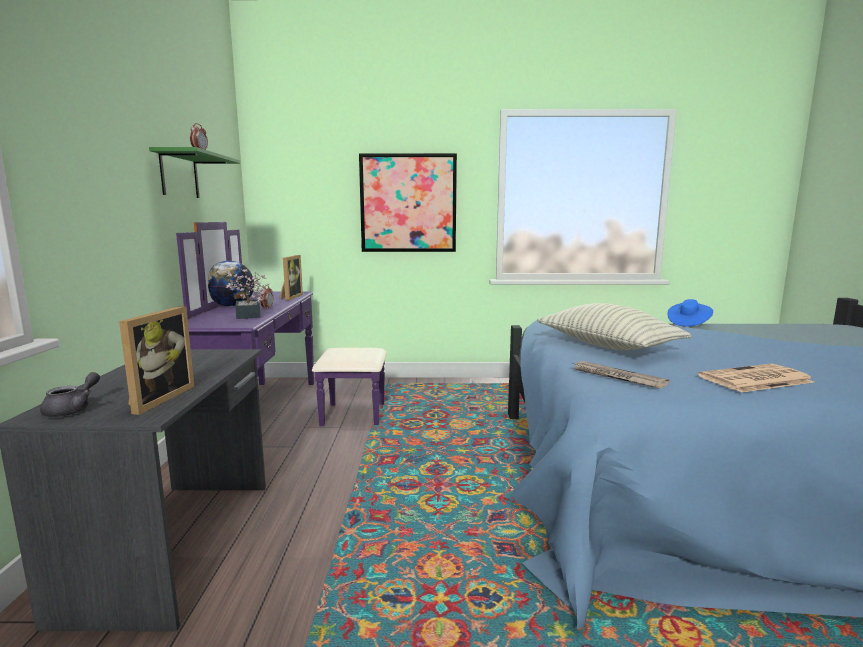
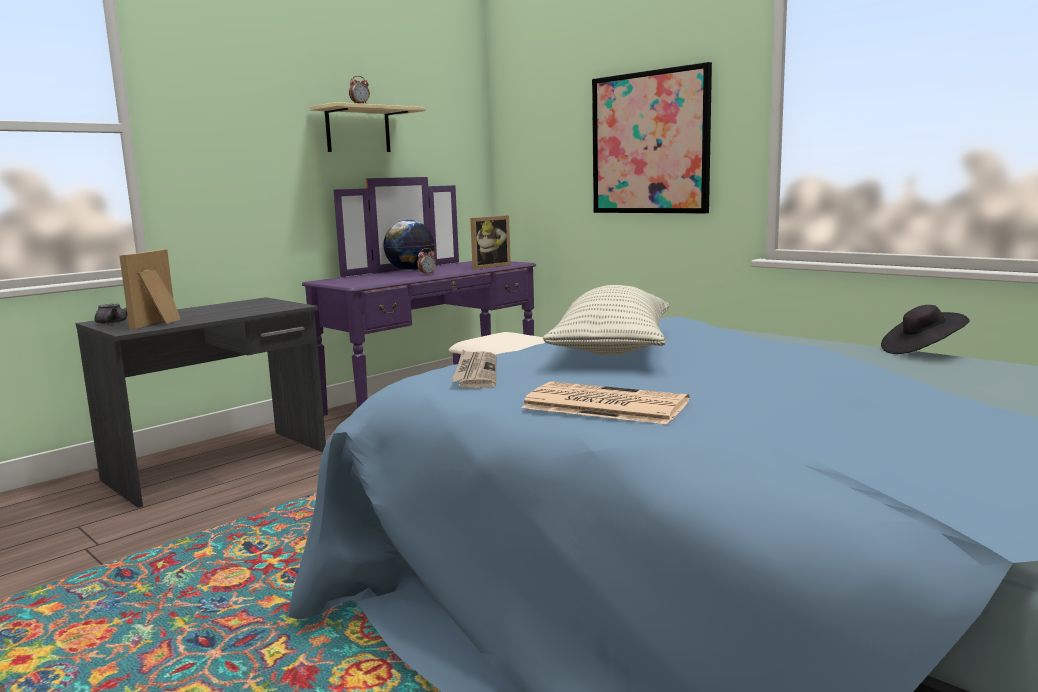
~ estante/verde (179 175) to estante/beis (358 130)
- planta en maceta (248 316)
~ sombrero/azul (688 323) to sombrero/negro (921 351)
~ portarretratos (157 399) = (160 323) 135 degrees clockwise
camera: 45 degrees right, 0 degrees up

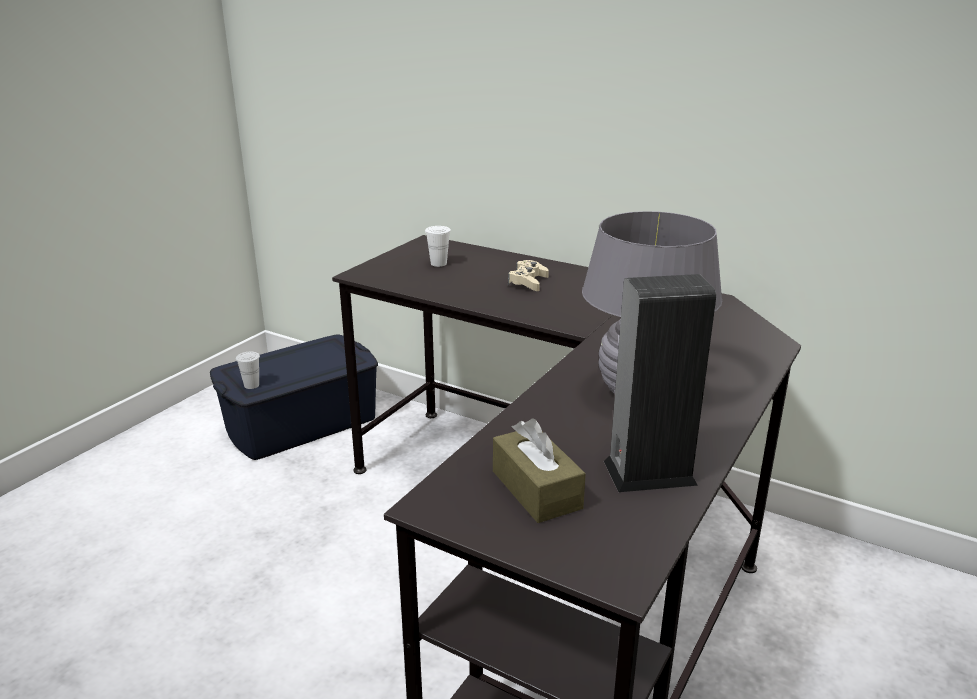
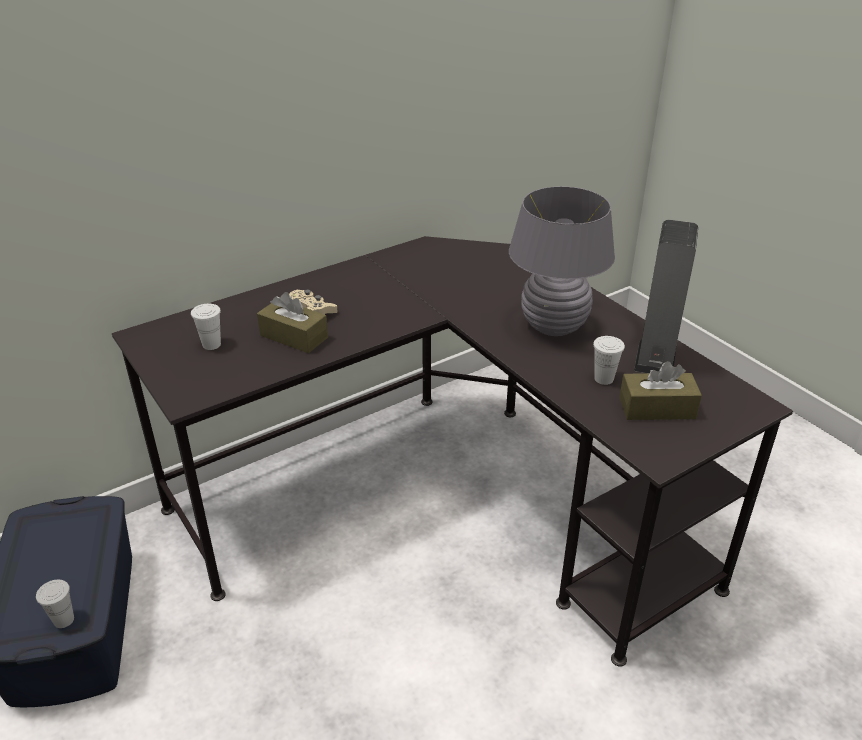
+ caja de pañuelos/marrón (294 336)
+ taza/blanco (603 379)
camera: 65 degrees left, 10 degrees up

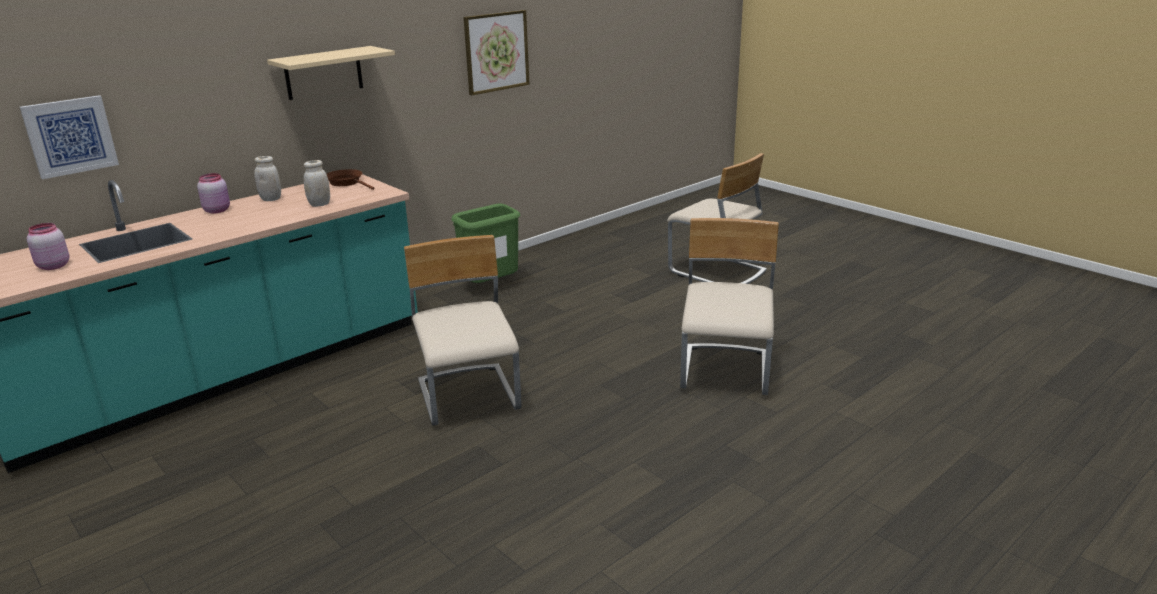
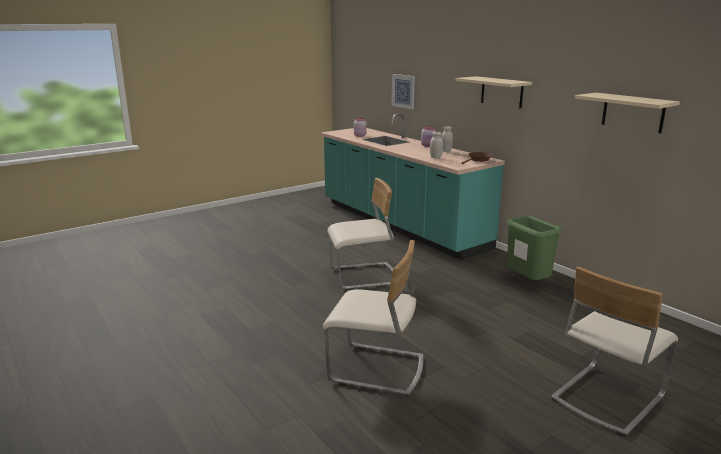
~ cuadro (496 52) to estante/beis (633 112)
camera: 95 degrees right, 5 degrees down

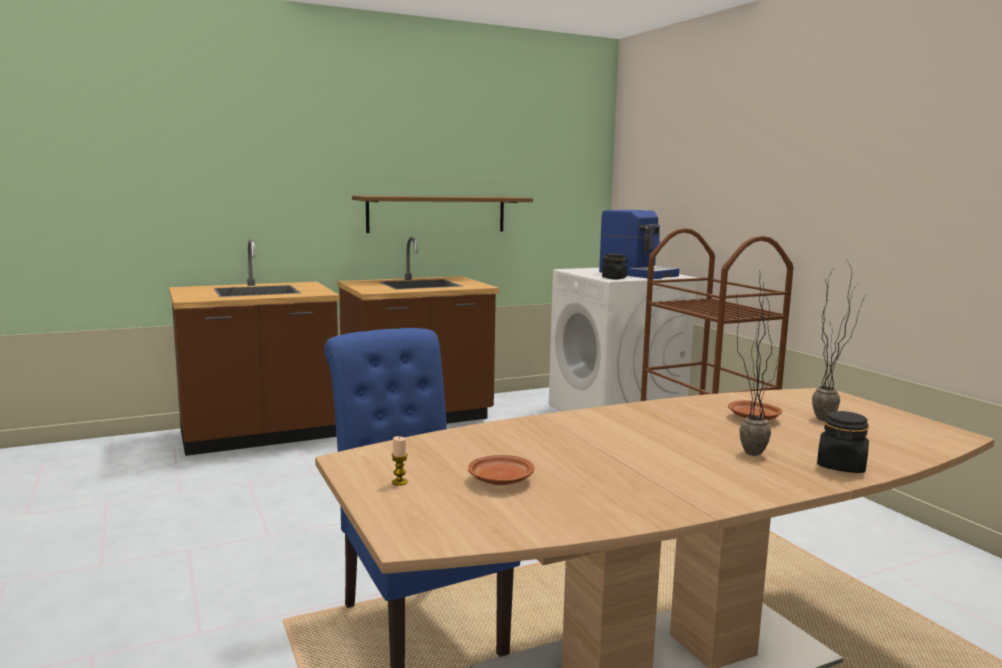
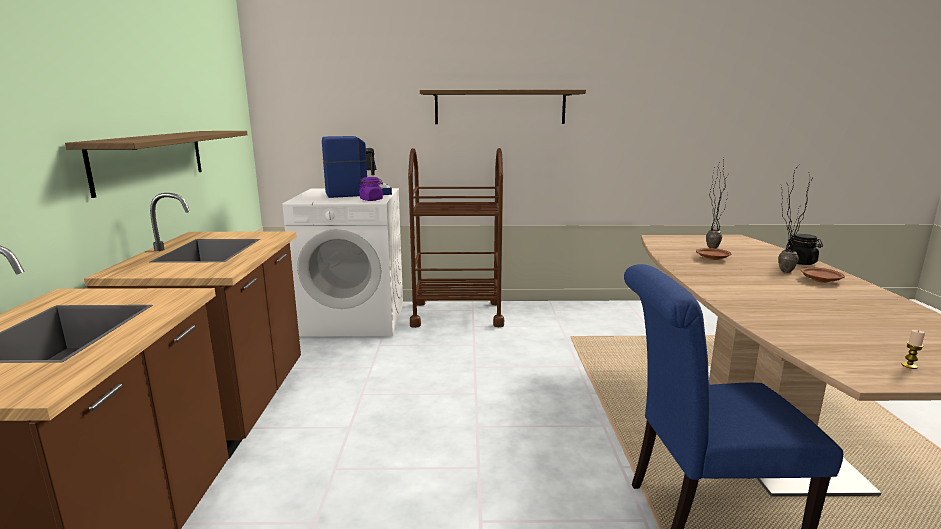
~ tarro/negro (614 278) to tarro/morado (371 200)
~ plato/marrón (501 480) to (820 280)
+ estante (500 107)
camera: 65 degrees left, 5 degrees up

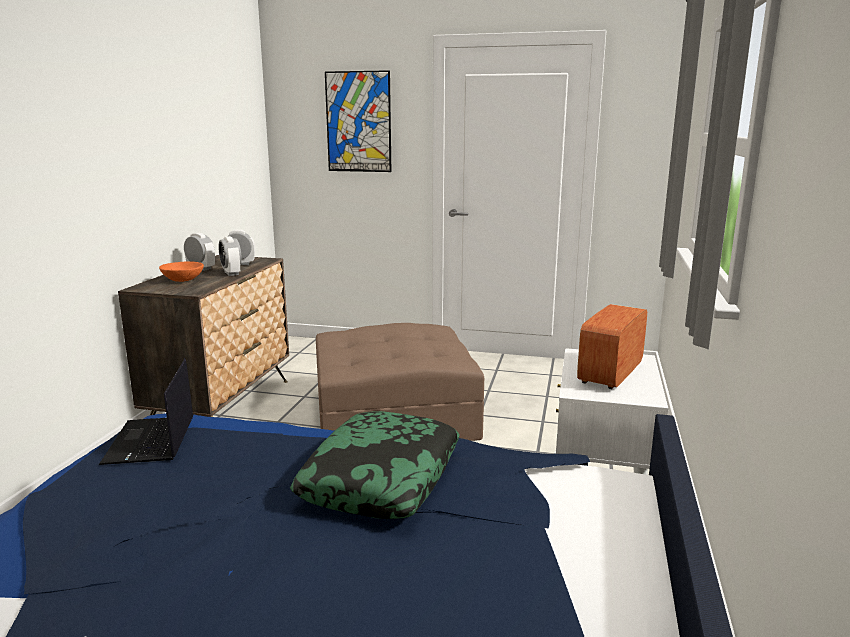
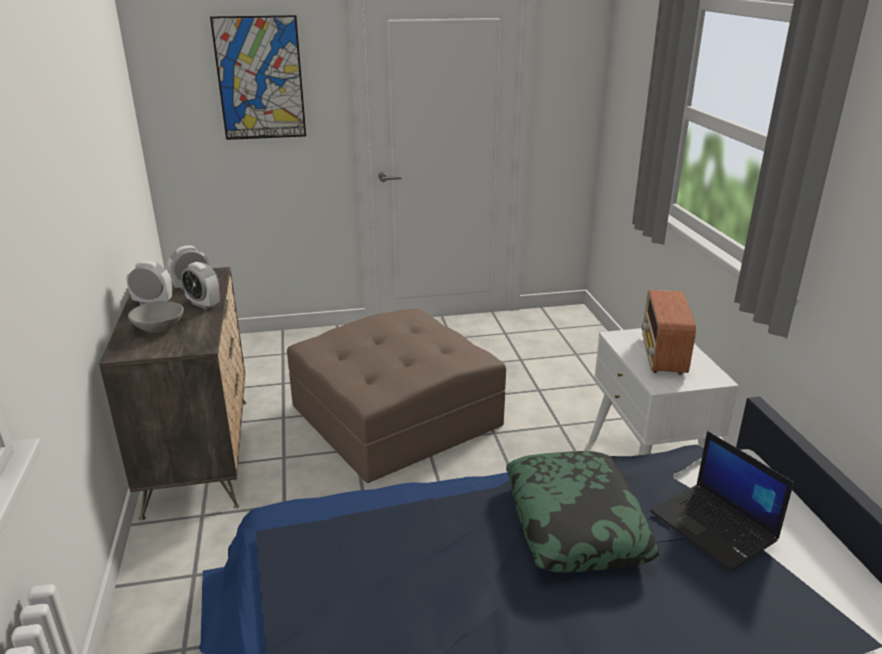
~ cuenco/naranja (183 280) to cuenco/gris (159 328)
~ portátil (151 441) to (715 527)
camera: 25 degrees left, 10 degrees up

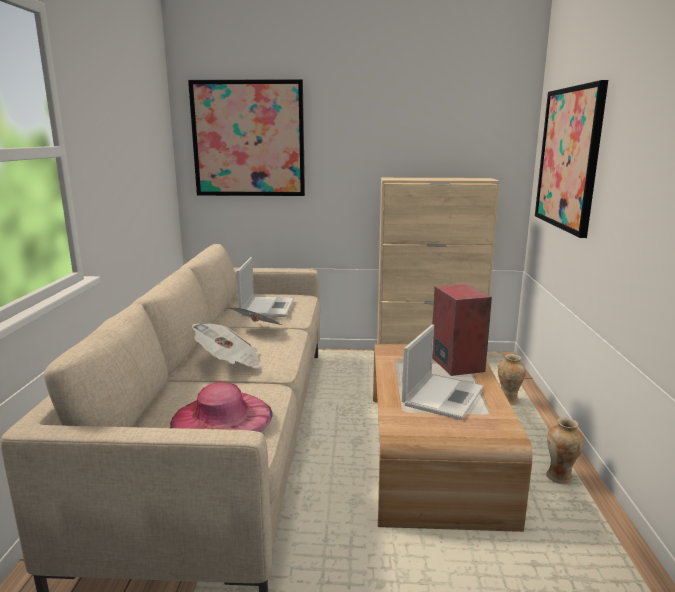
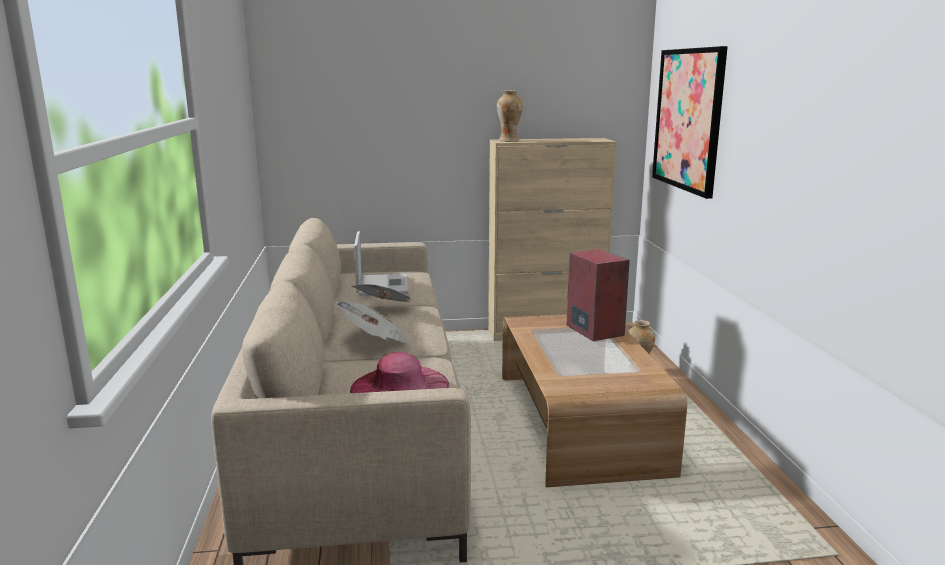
- cuadro (248 139)
- portátil (443 395)
~ florero (559 478) to (509 141)
camera: 10 degrees left, 0 degrees up

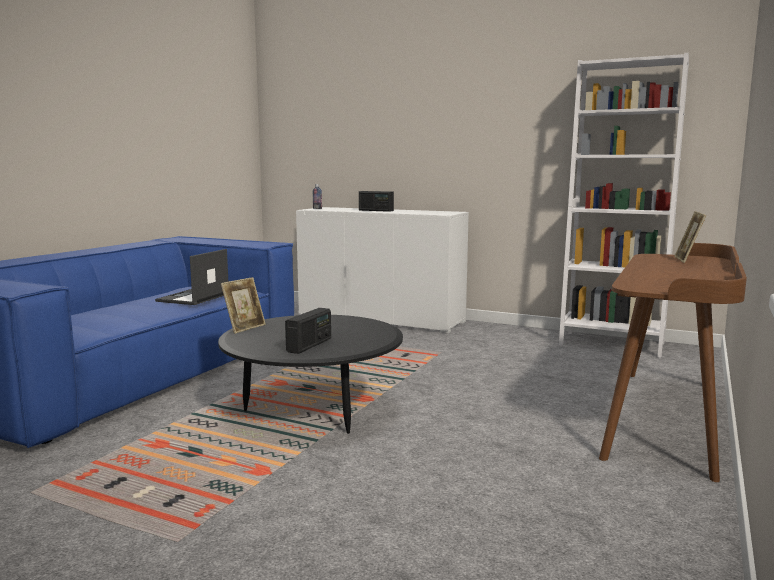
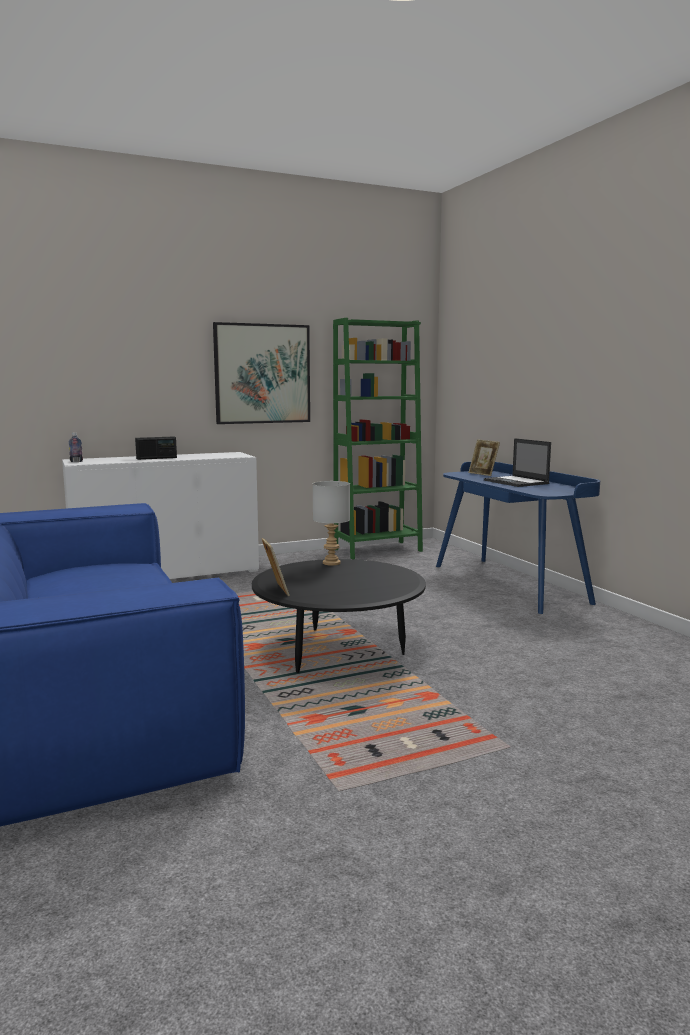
~ estantería/blanco (611 344) to estantería/verde (377 550)
~ escritorio/marrón (667 418) to escritorio/azul (510 583)
~ portátil (193 298) to (516 482)
- radio (310 345)
+ cuadro (262 374)
+ lámpara de mesa/gris (332 563)
camera: 50 degrees left, 0 degrees up

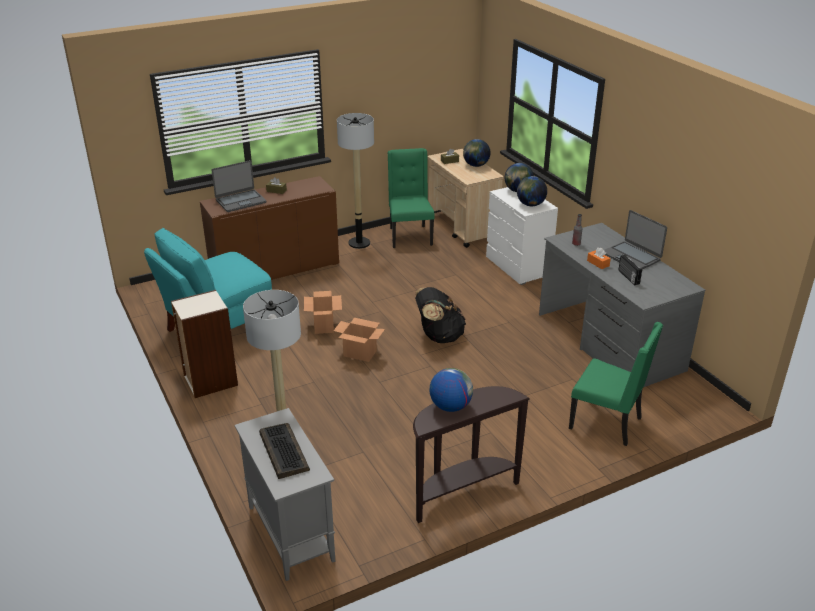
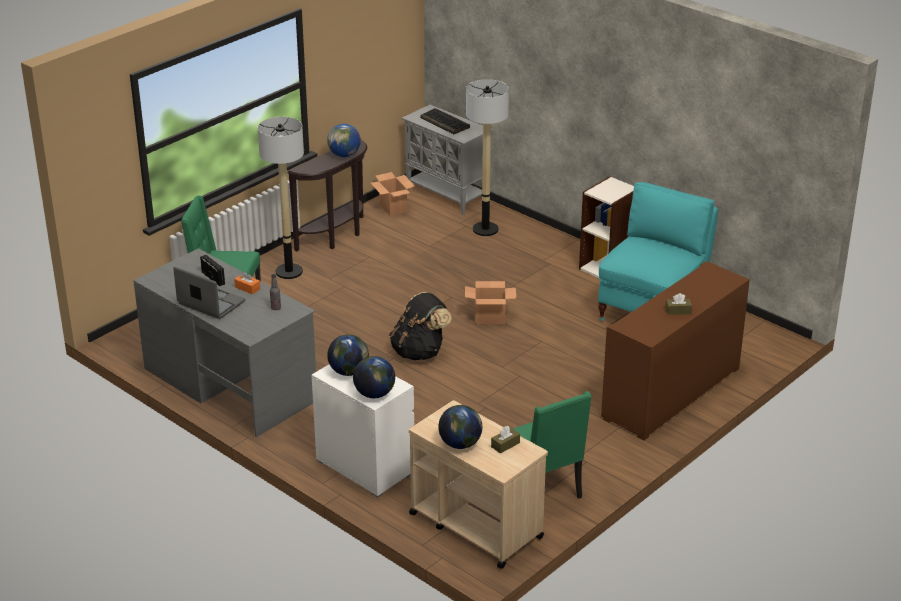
~ lámpara de pie (359 243) to (289 272)
- portátil (240 201)
~ caja de cartón (324 325) to (393 208)
camera: 160 degrees right, 0 degrees up

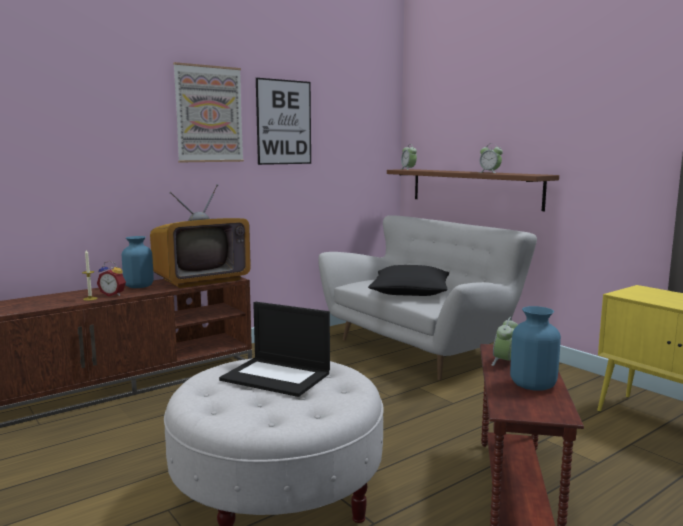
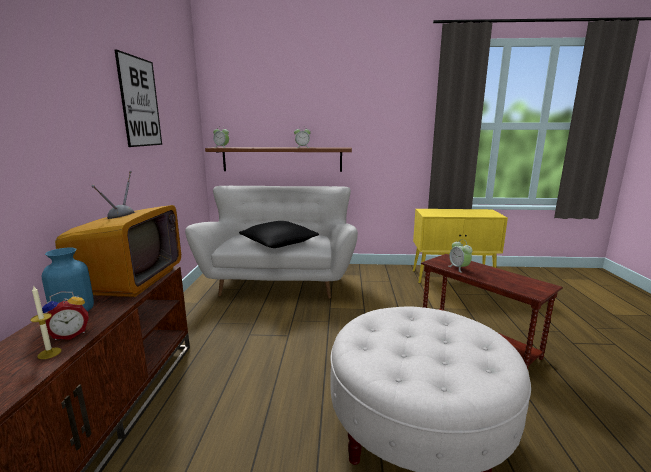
- cuadro (209 114)
- portátil (277 376)
- florero/azul (533 385)
camera: 50 degrees left, 5 degrees up

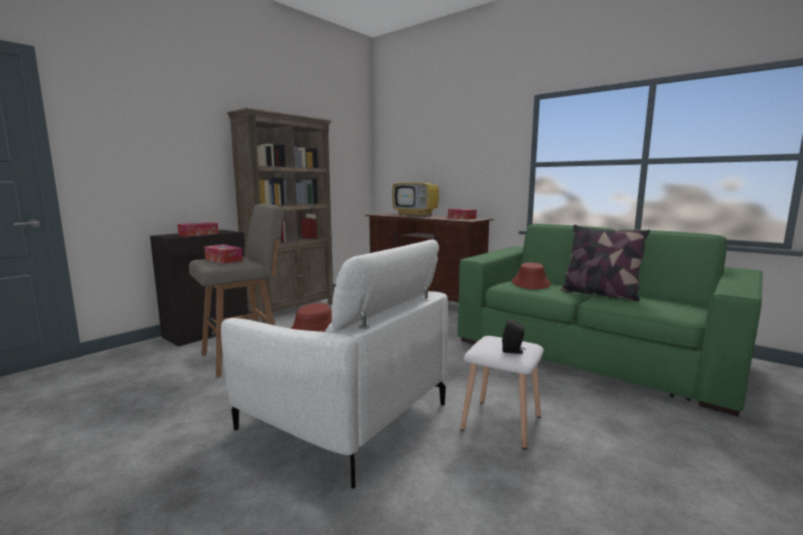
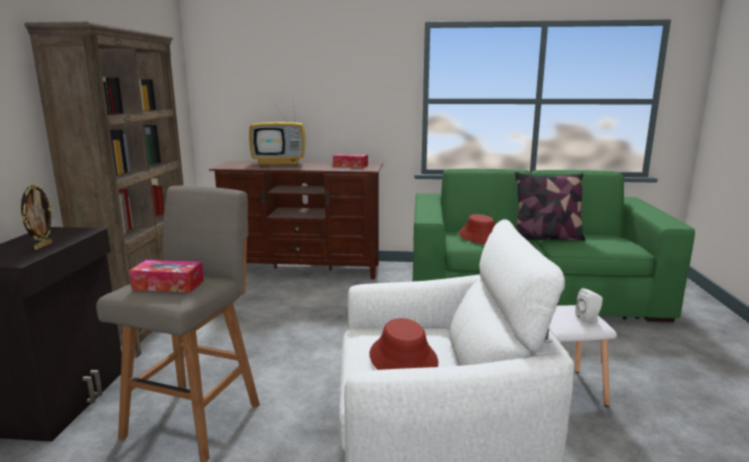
~ caja de pañuelos (198 234) to portarretratos (43 246)
~ altavoz/negro (513 351) to altavoz/blanco (588 319)
camera: 35 degrees left, 5 degrees up

